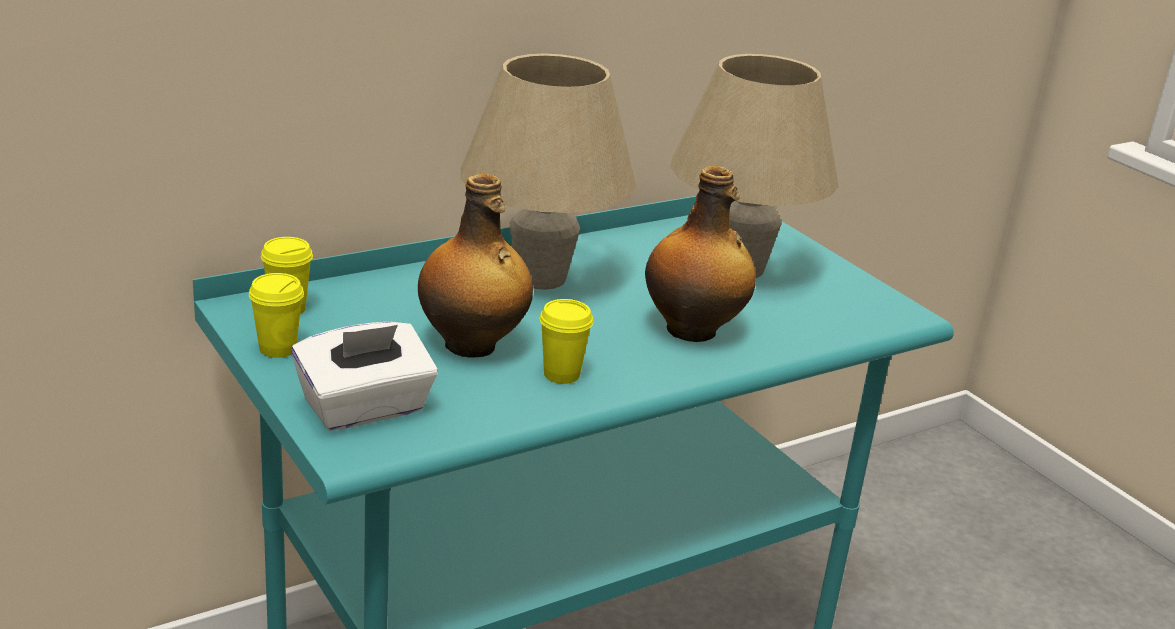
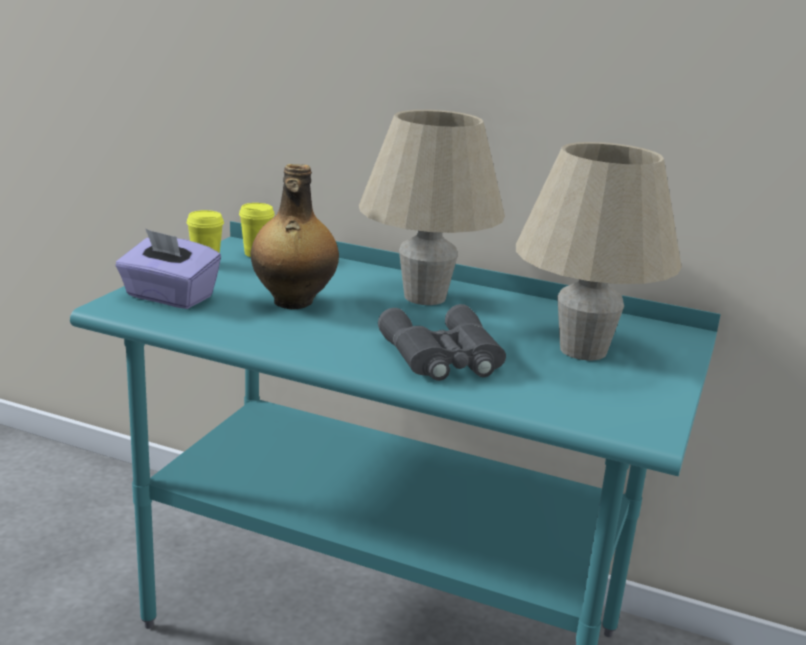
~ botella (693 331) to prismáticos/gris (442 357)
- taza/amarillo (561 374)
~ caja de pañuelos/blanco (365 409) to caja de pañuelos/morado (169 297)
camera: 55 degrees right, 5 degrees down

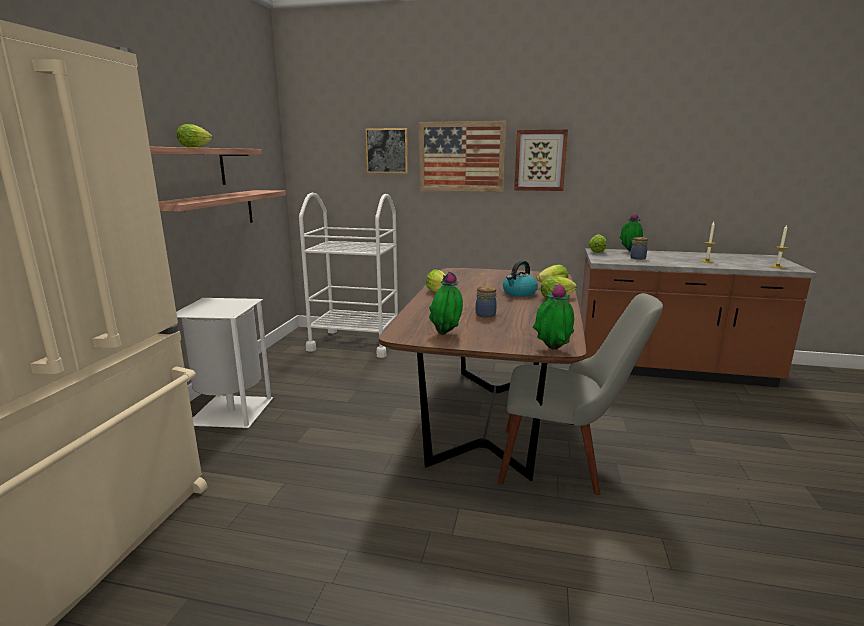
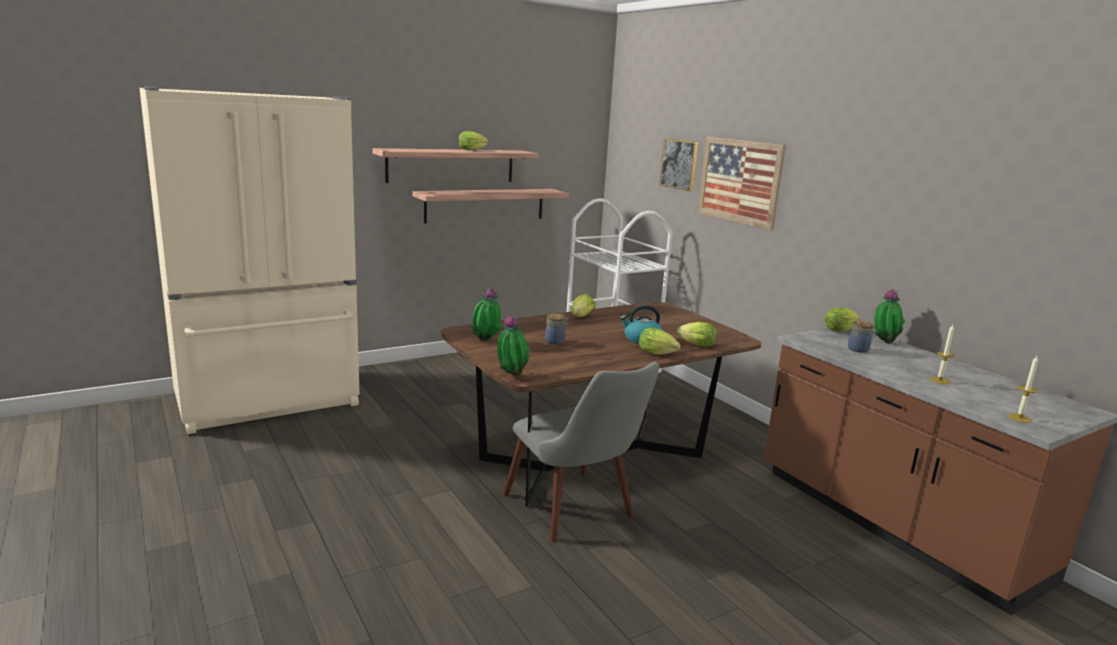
- cuadro (540 160)
- papelera/blanco (231 411)
camera: 45 degrees right, 0 degrees up

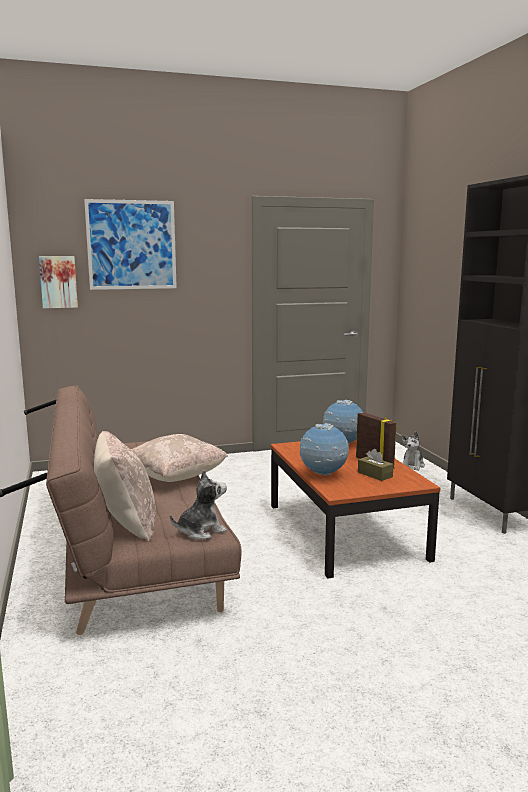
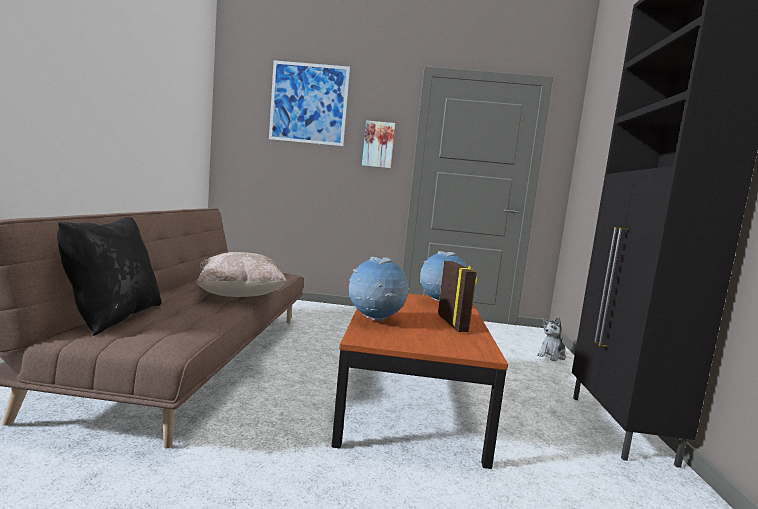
~ cuadro (58 282) to (378 144)
~ cojín/beis (126 524) to cojín/negro (112 317)
- caja de pañuelos/marrón (375 474)
- peluche (200 531)
camera: 20 degrees right, 5 degrees down

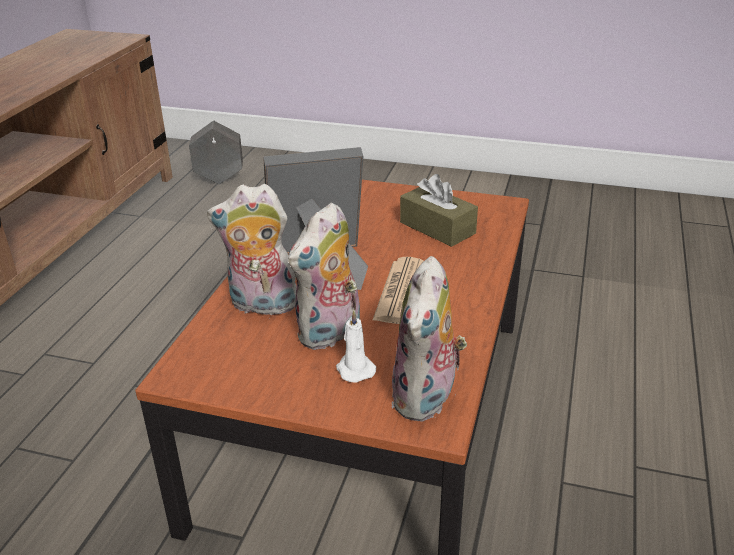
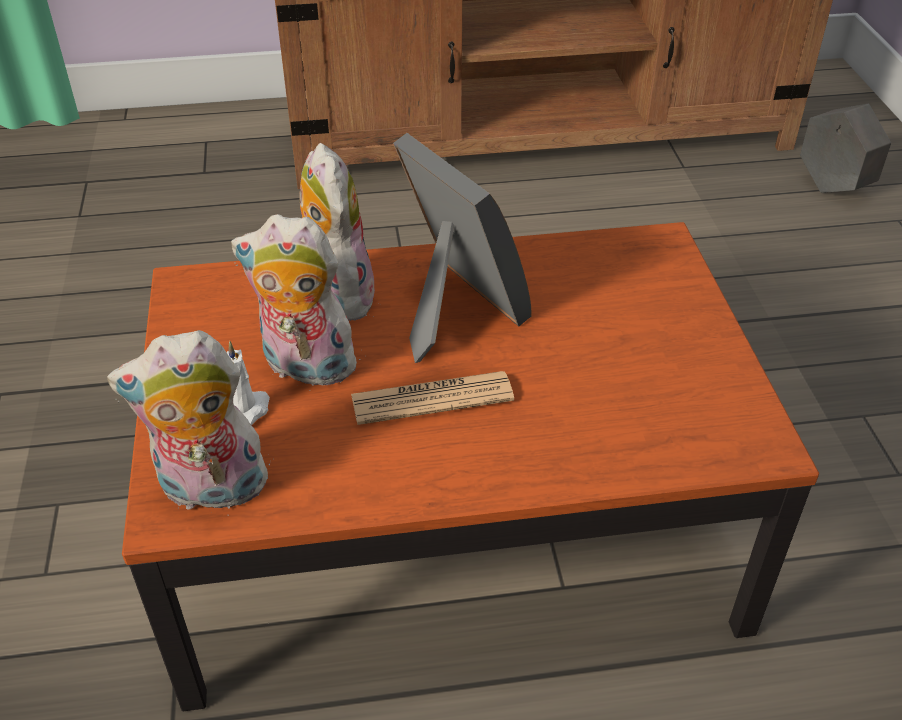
- caja de pañuelos/marrón (437 228)
camera: 65 degrees right, 10 degrees up

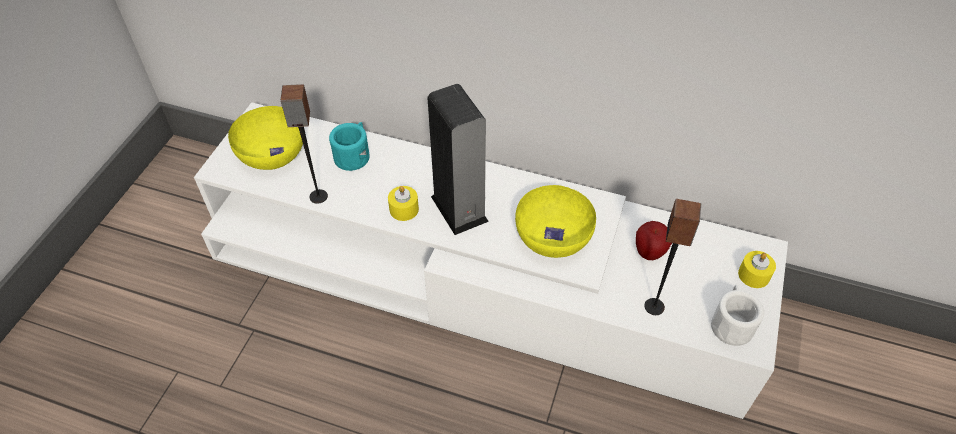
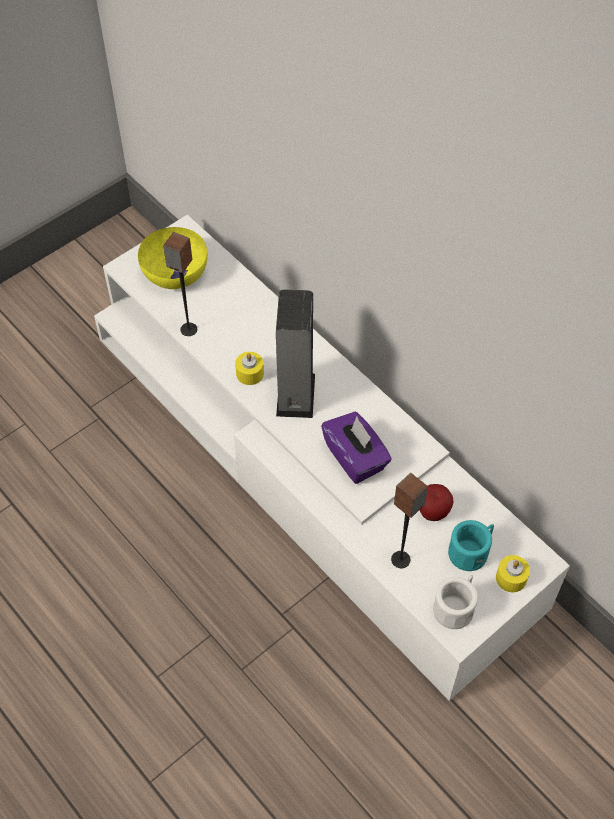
~ taza grande/turquesa (354 155) to (471 551)
~ cuenco/amarillo (552 237) to caja de pañuelos/morado (355 458)
camera: 30 degrees right, 5 degrees up

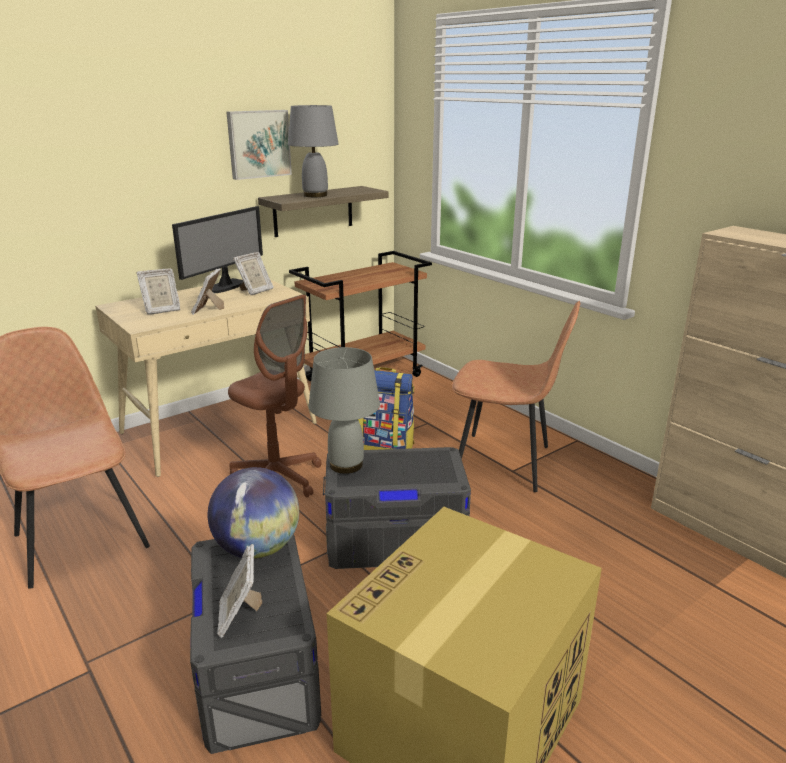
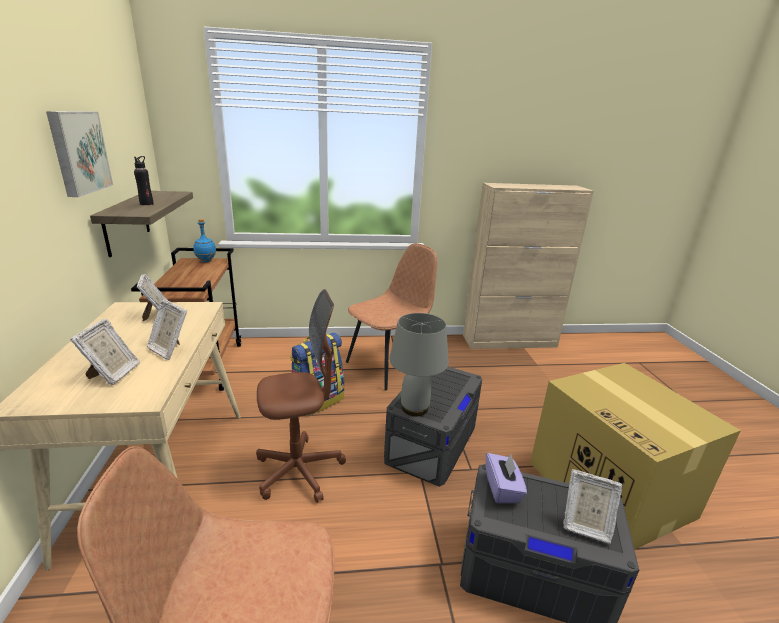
~ lámpara de mesa/gris (316 195) to botella/negro (146 204)
- monitor (225 287)
~ globo terráqueo (257 548) to caja de pañuelos/morado (502 489)
+ botella/azul (206 261)
camera: 60 degrees left, 0 degrees up

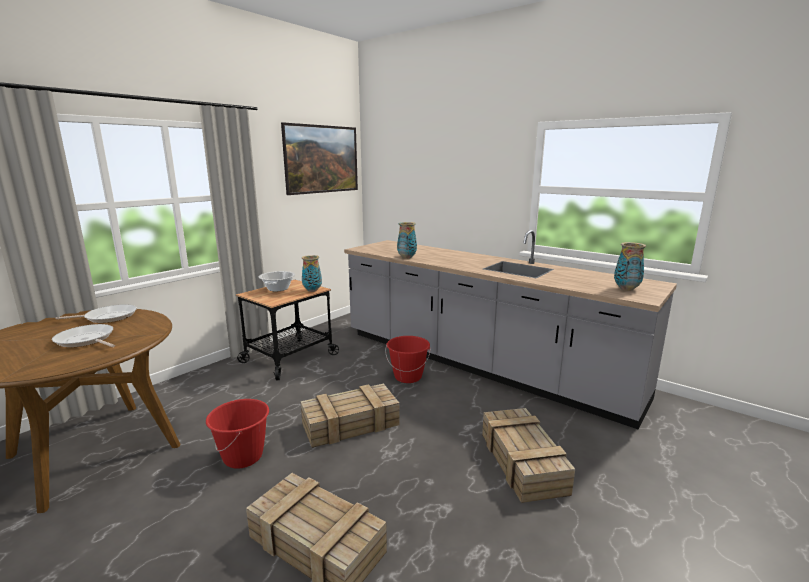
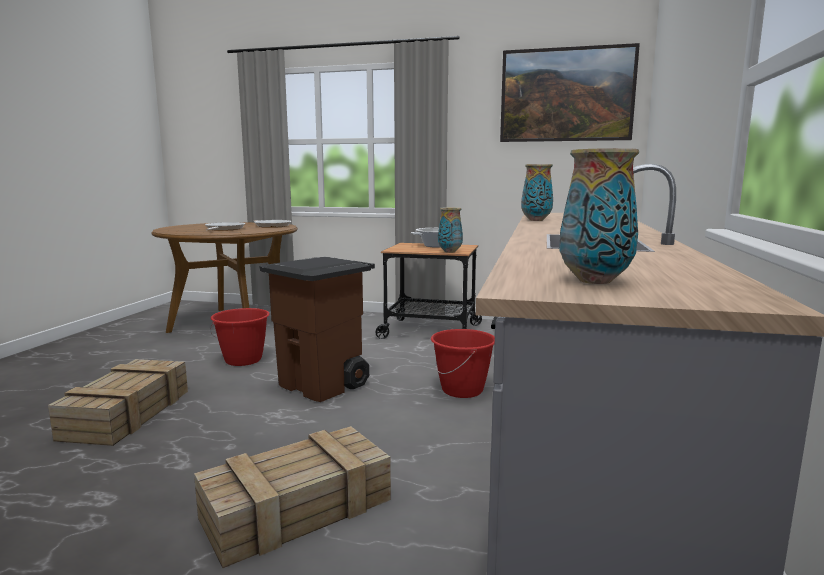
~ caja de embalaje (352 423) to papelera/marrón (324 385)
camera: 65 degrees right, 5 degrees down

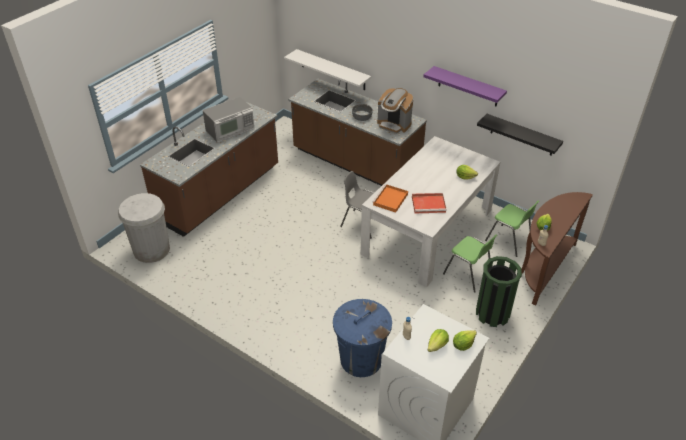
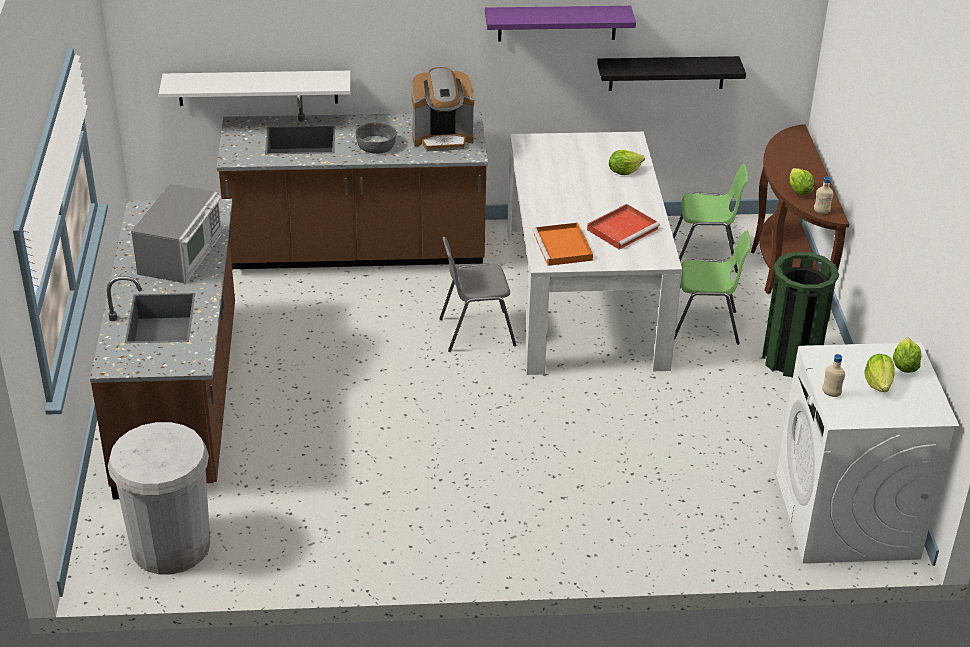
- papelera/azul (361 359)
camera: 40 degrees left, 5 degrees down

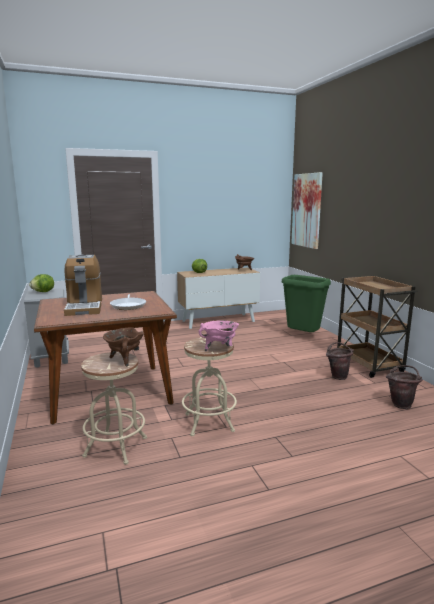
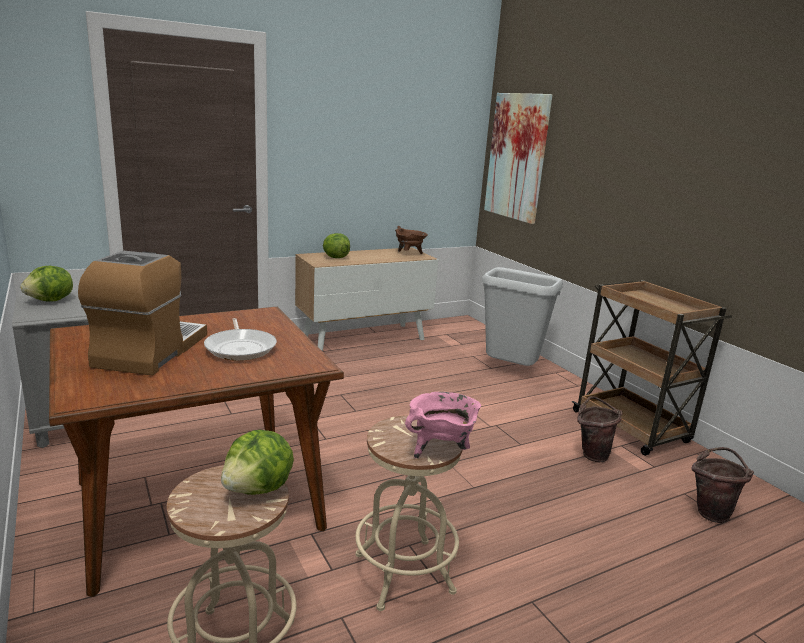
~ cafetera (84 307) = (150 351) 150 degrees counterclockwise
~ papelera/verde (302 336) to papelera/gris (509 371)
~ olla/marrón (124 359) to lechuga (259 489)
camera: 10 degrees left, 5 degrees up

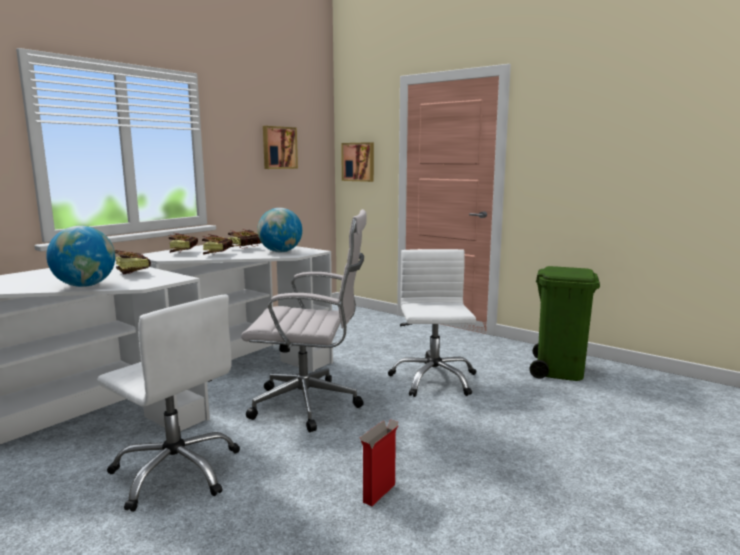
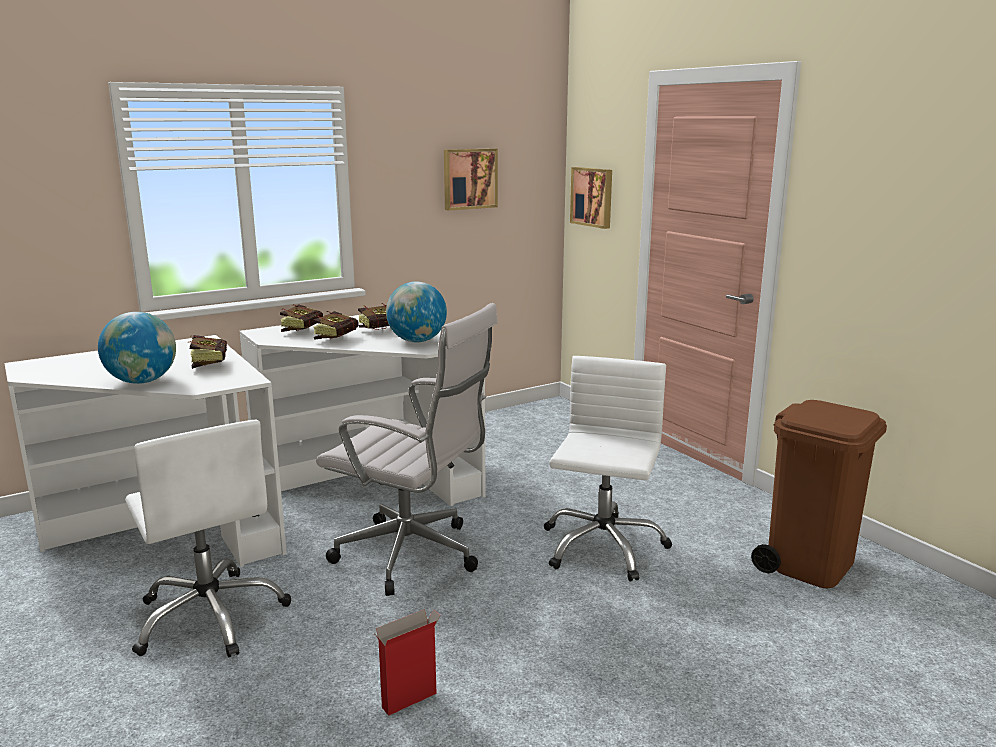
~ papelera/verde (559 370) to papelera/marrón (809 564)
camera: 20 degrees right, 5 degrees up

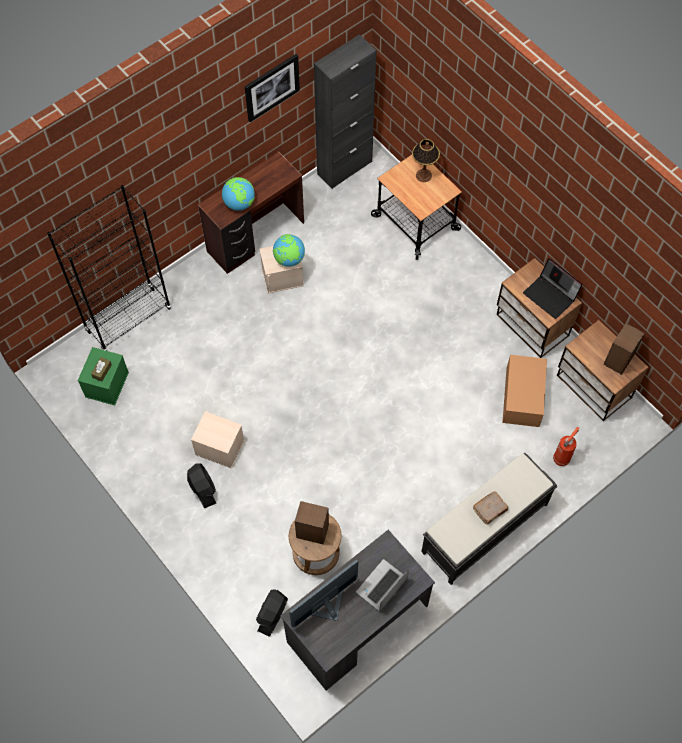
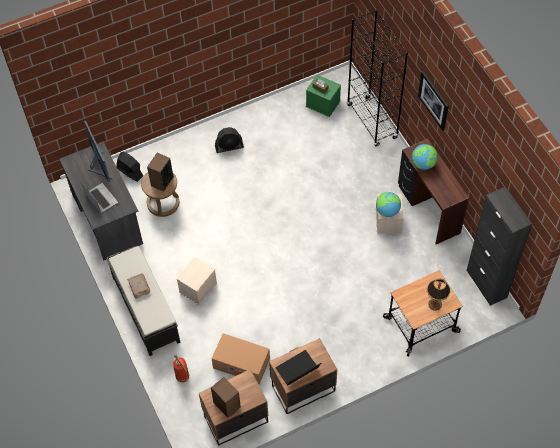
~ cuadro (271 87) to (434 100)
~ caja de almacenaje/beis (219 447) to (198 287)
camera: 105 degrees right, 5 degrees down

